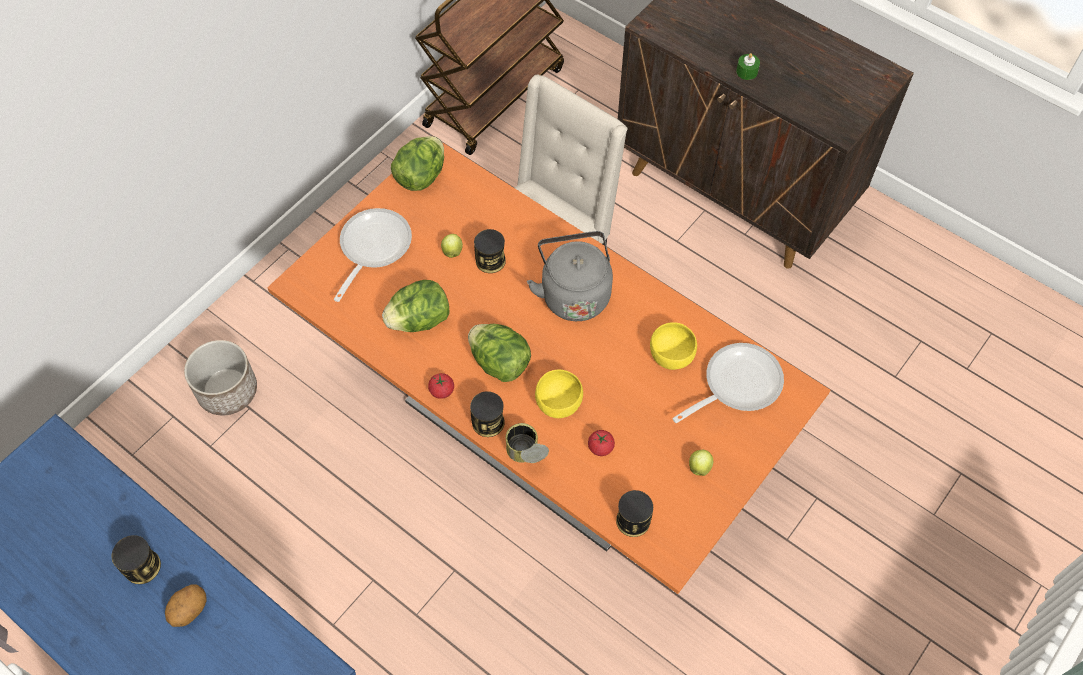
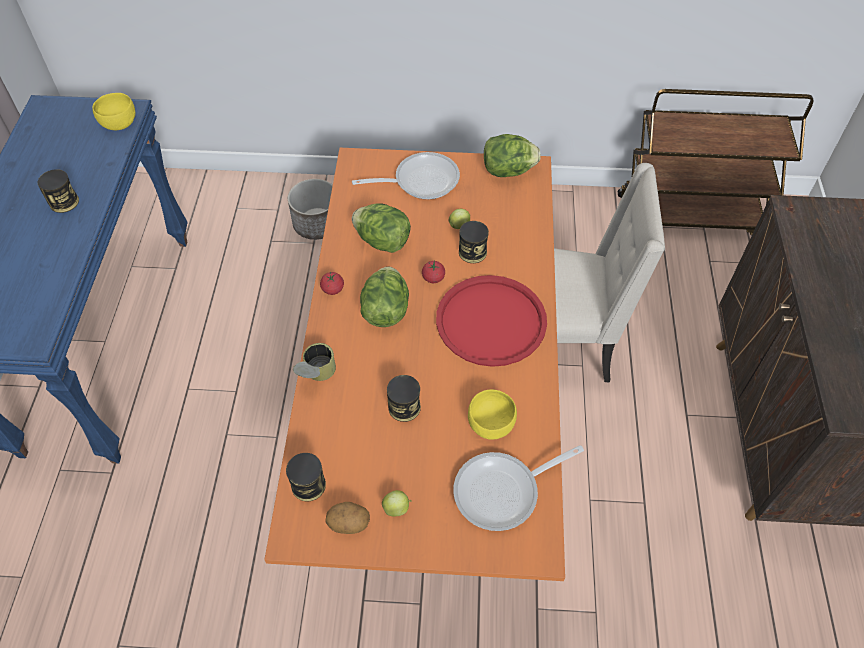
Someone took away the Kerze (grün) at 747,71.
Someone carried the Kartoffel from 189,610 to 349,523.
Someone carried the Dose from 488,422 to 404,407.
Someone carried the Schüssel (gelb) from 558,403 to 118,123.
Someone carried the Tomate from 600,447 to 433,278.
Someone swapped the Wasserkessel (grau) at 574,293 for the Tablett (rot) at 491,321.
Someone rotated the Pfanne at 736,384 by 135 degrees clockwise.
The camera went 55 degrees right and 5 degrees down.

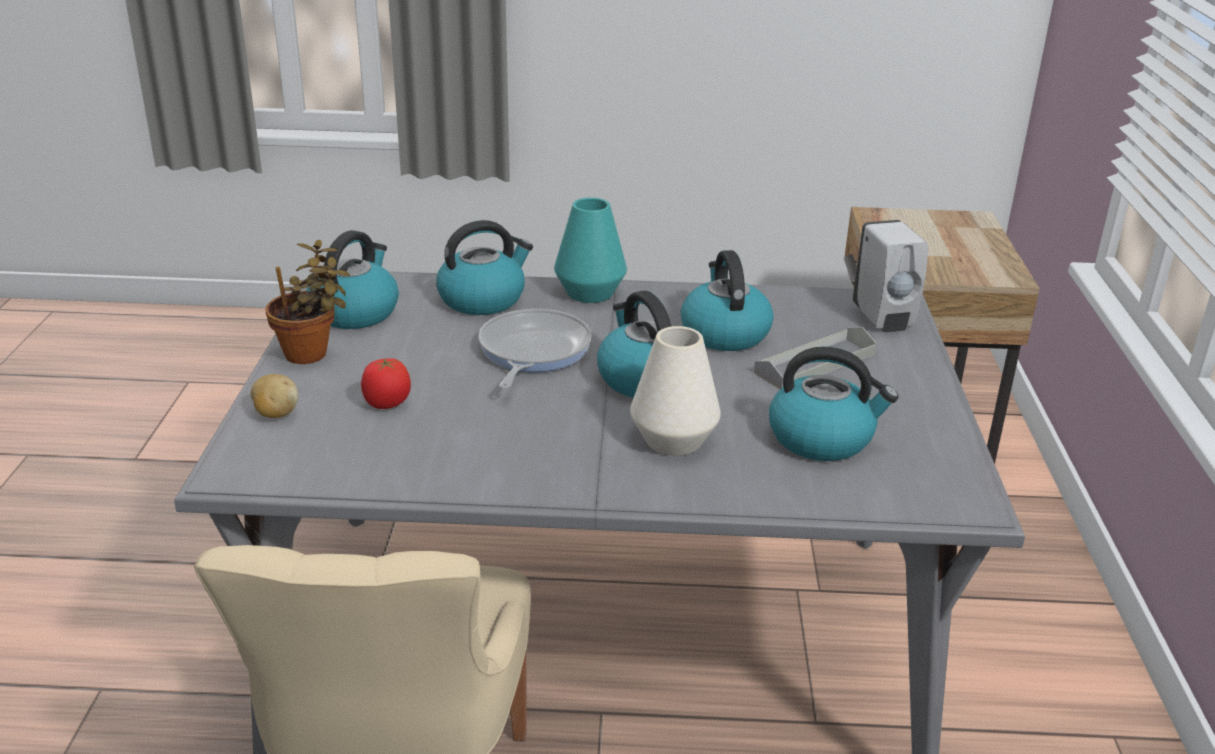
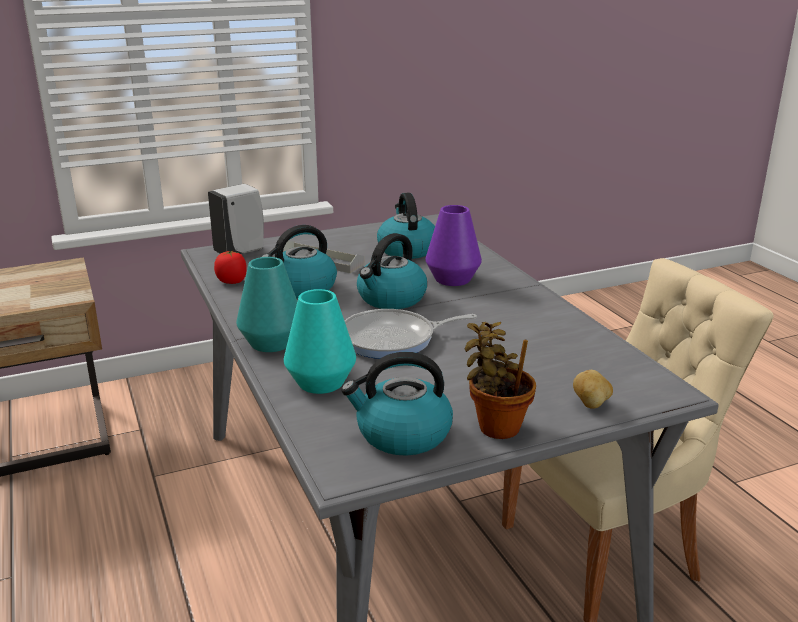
Someone carried the Tomate from 387,403 to 232,281.
Someone swapped the Wasserkessel at 483,299 for the Vase (türkis) at 321,382.
Someone repainted the Vase (weiß) at 673,440, which became the Vase (lila) at 452,279.
The camera went 115 degrees left and 5 degrees down.

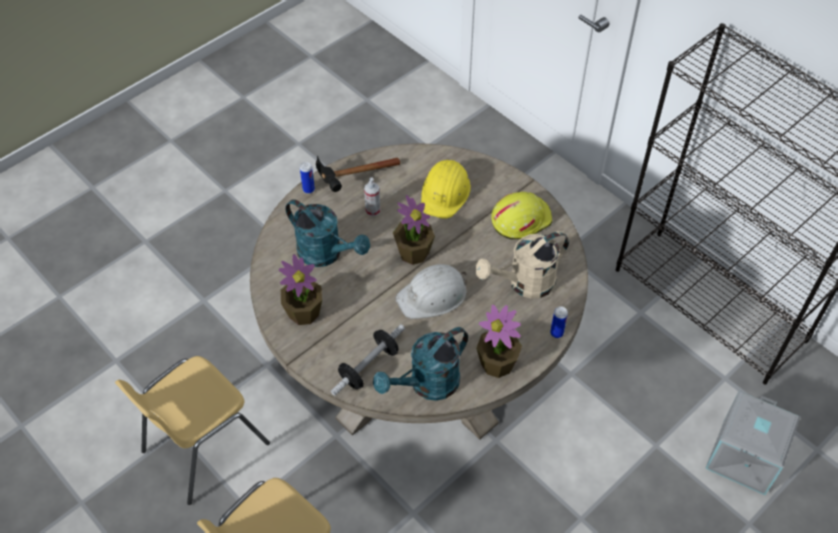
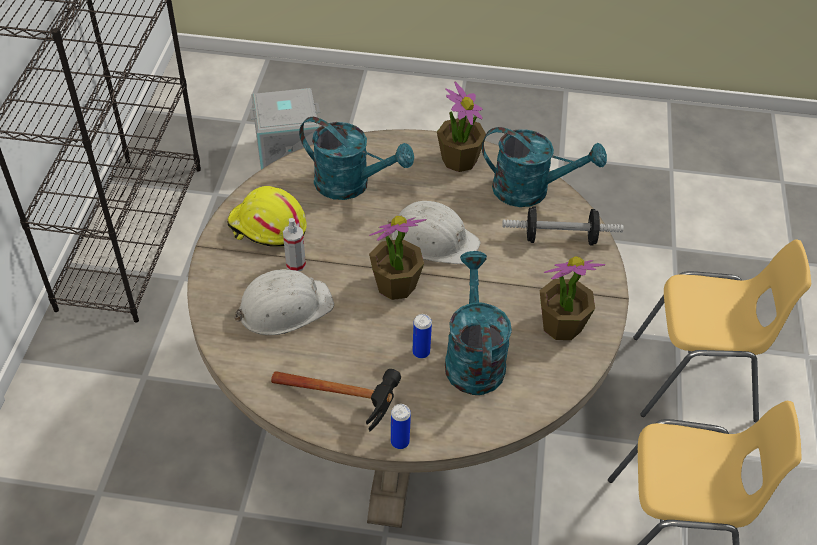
Someone carried the Sprühflasche from 373,210 to 295,264.
Someone carried the Dose from 556,333 to 421,352.
Someone repainted the Schutzhelm (gelb) at 445,192, which became the Schutzhelm (weiß) at 284,307.
Someone repainted the Gießkanne (beige) at 524,284, which became the Gießkanne (türkis) at 351,185.
The camera went 130 degrees left and 5 degrees down.

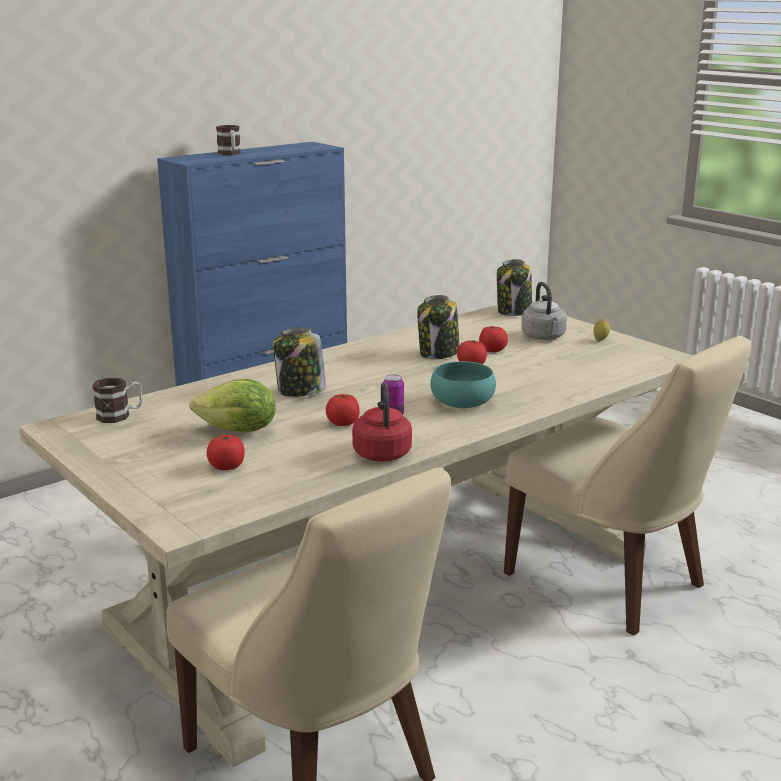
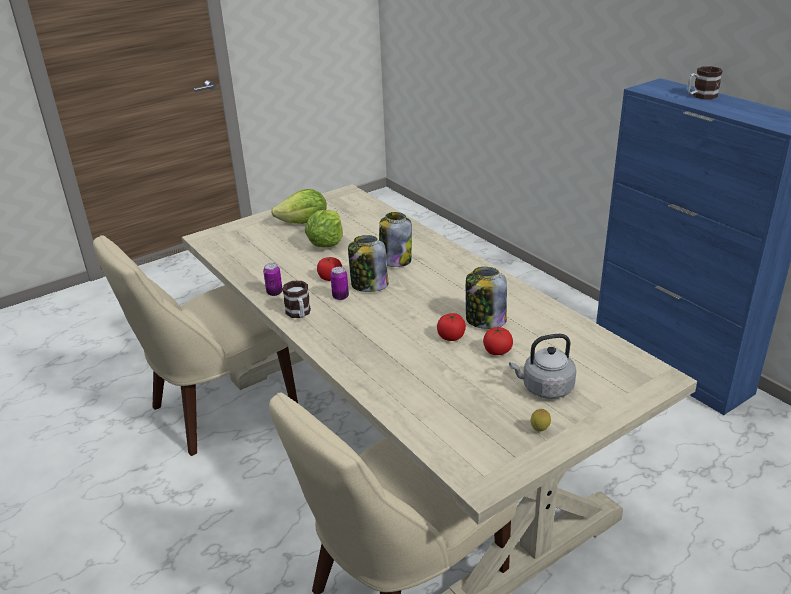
Someone took away the Tomate at 227,466.
Someone took away the Schüssel (türkis) at 462,402.
Someone put down the Salatkopf at 304,223.
Someone carried the Henkelbecher from 120,415 to 299,314.
Someone carried the Vorratsglas from 514,311 to 369,285.
Someone swapped the Wasserkessel (rot) at 382,452 for the Dose at 274,292.
The camera went 95 degrees right and 10 degrees up.

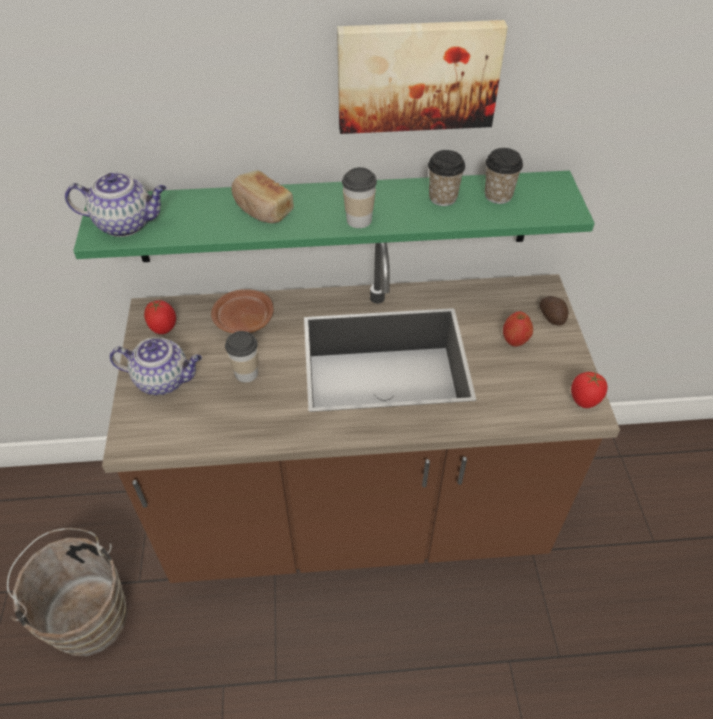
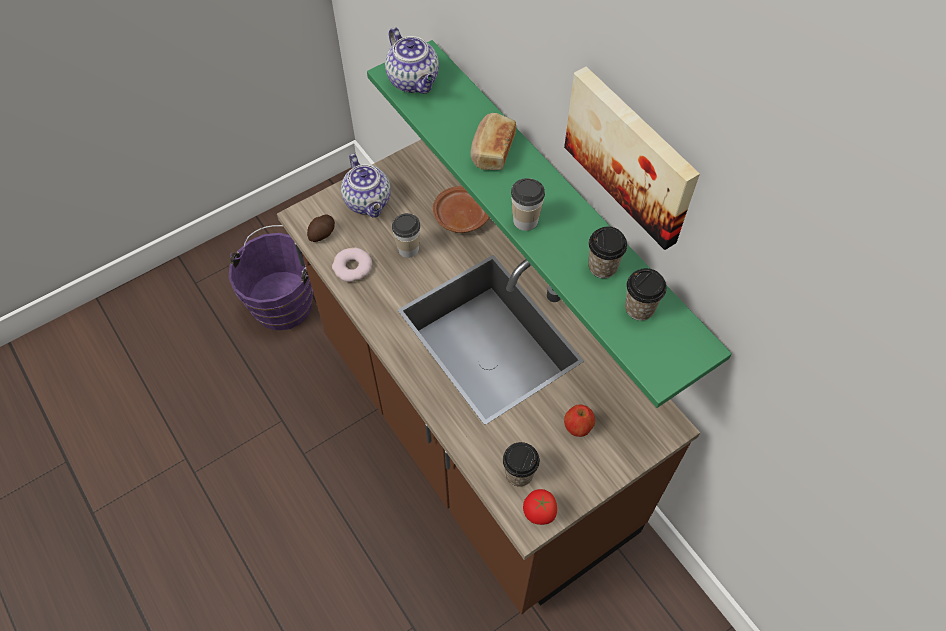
Someone took away the Tomate at 164,329.
Someone put down the Donut at 352,267.
Someone put down the Tasse at 519,473.
Someone carried the Kartoffel from 552,316 to 323,233.
Someone repainted the Eimer (braun) at 87,614, which became the Eimer (lila) at 285,300.
The camera went 60 degrees right and 10 degrees up.

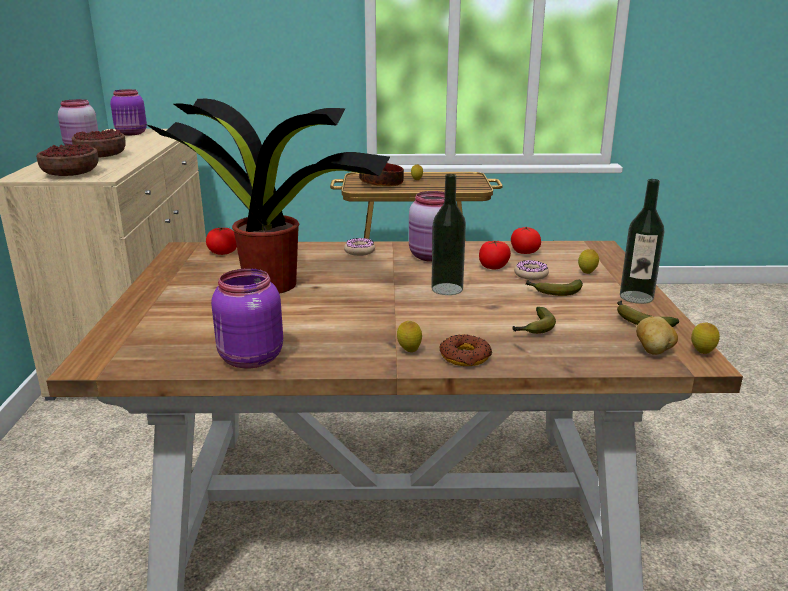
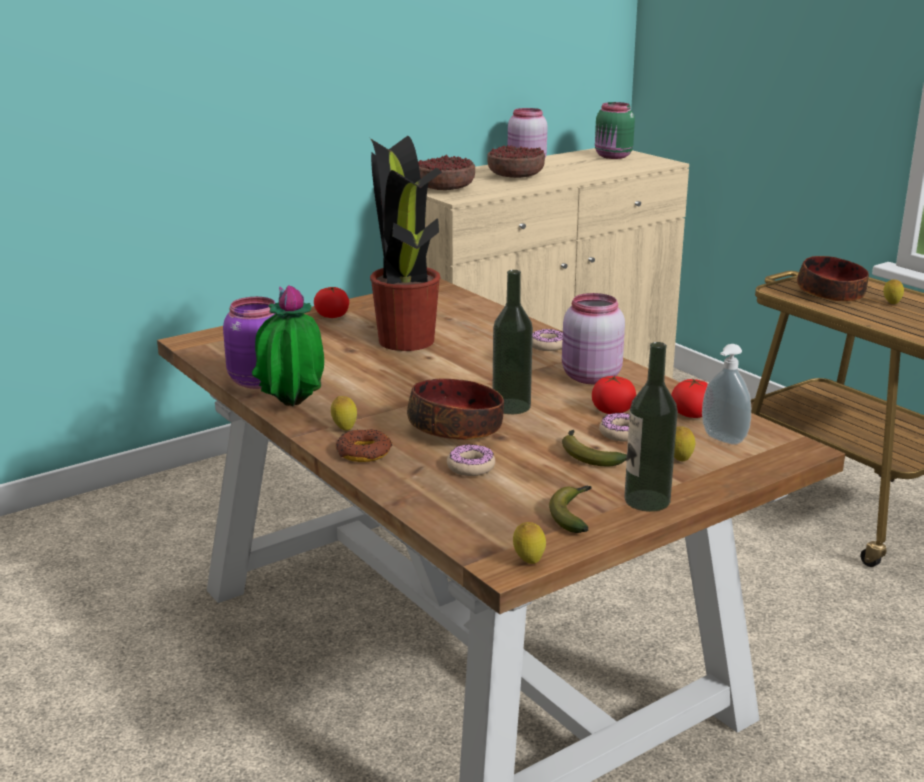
Someone took away the Kartoffel at 653,351.
Someone put down the Topfpflanze at 292,409.
Someone put down the Schüssel at 456,429.
Someone put down the Seifenspender at 722,440.
Someone carried the Tomate from 223,252 to 332,316.
Someone swapped the Banane at 534,329 for the Donut at 470,467.
Someone repainted the Vorratsglas (lila) at 132,133, which became the Vorratsglas (grün) at 613,156.
The camera went 55 degrees right and 0 degrees up.

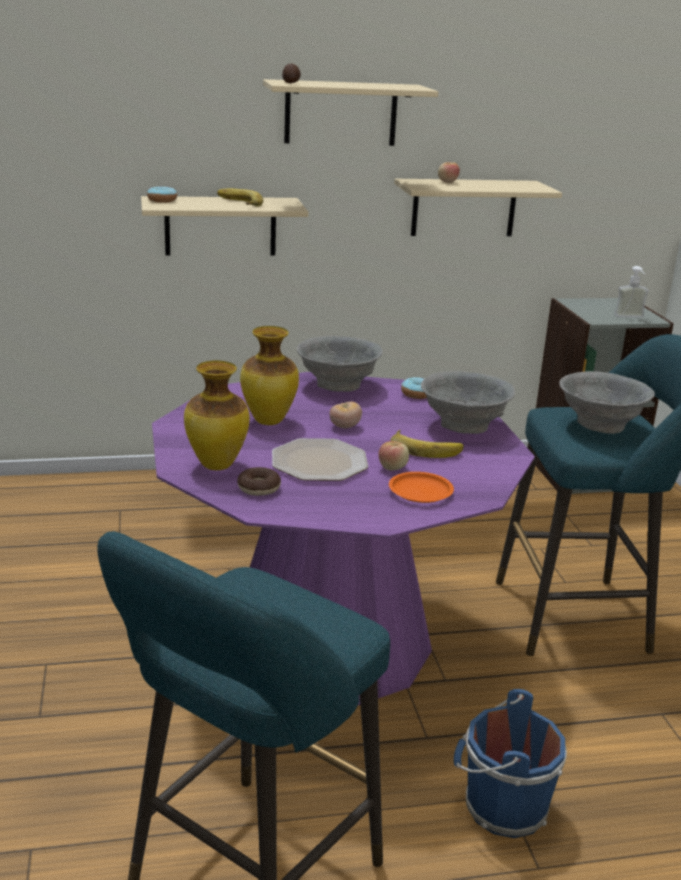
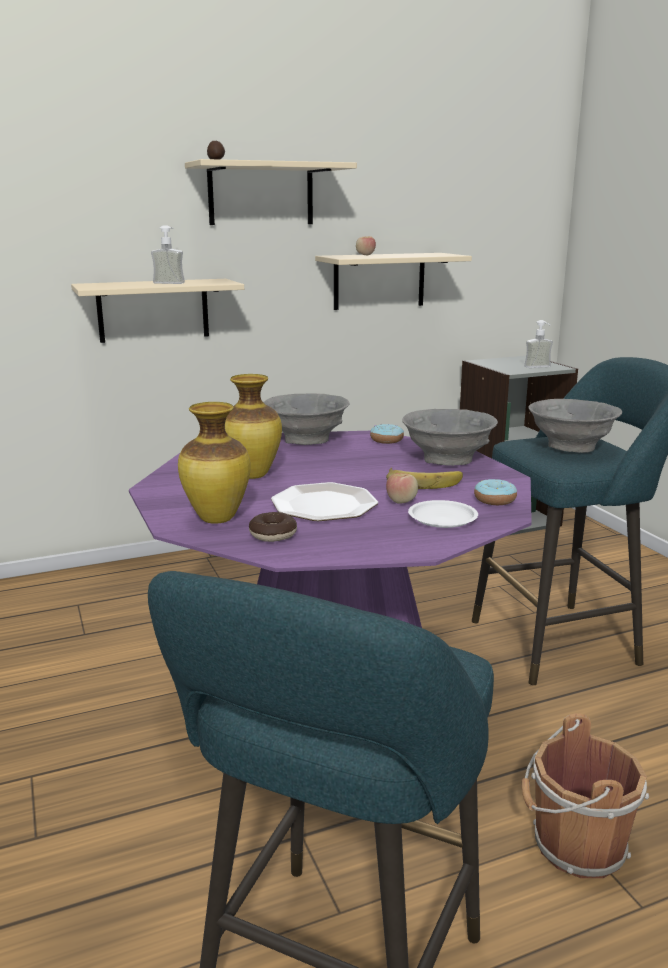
Someone took away the Tomate at 345,427.
Someone carried the Donut from 162,200 to 494,500.
Someone swapped the Banane at 237,202 for the Seifenspender at 171,282.
Someone repainted the Teller (orange) at 421,491, which became the Teller (weiß) at 443,518.
Someone repainted the Eimer (blau) at 501,807, which became the Eimer (braun) at 575,846.
The camera went 10 degrees left and 5 degrees down.

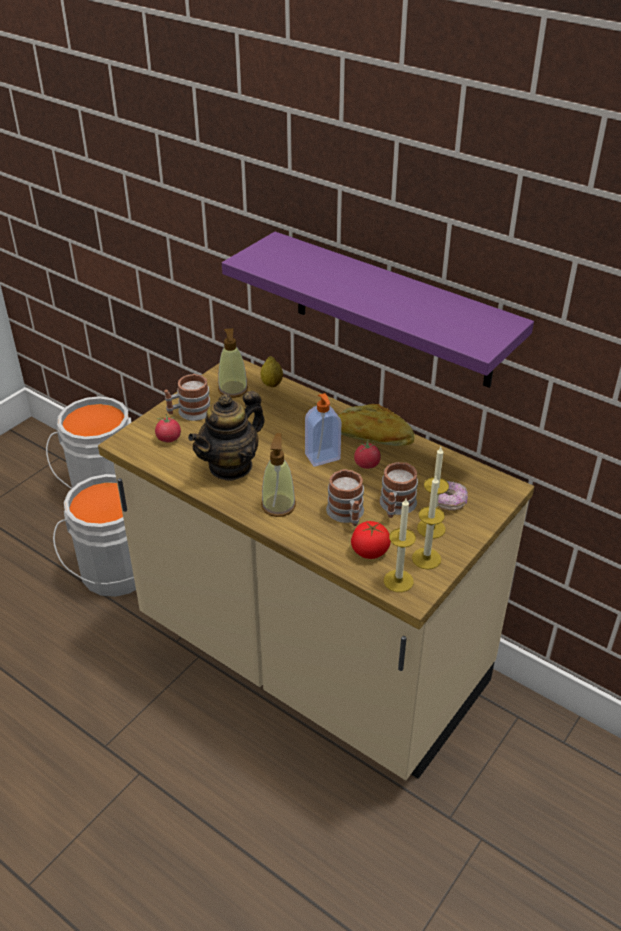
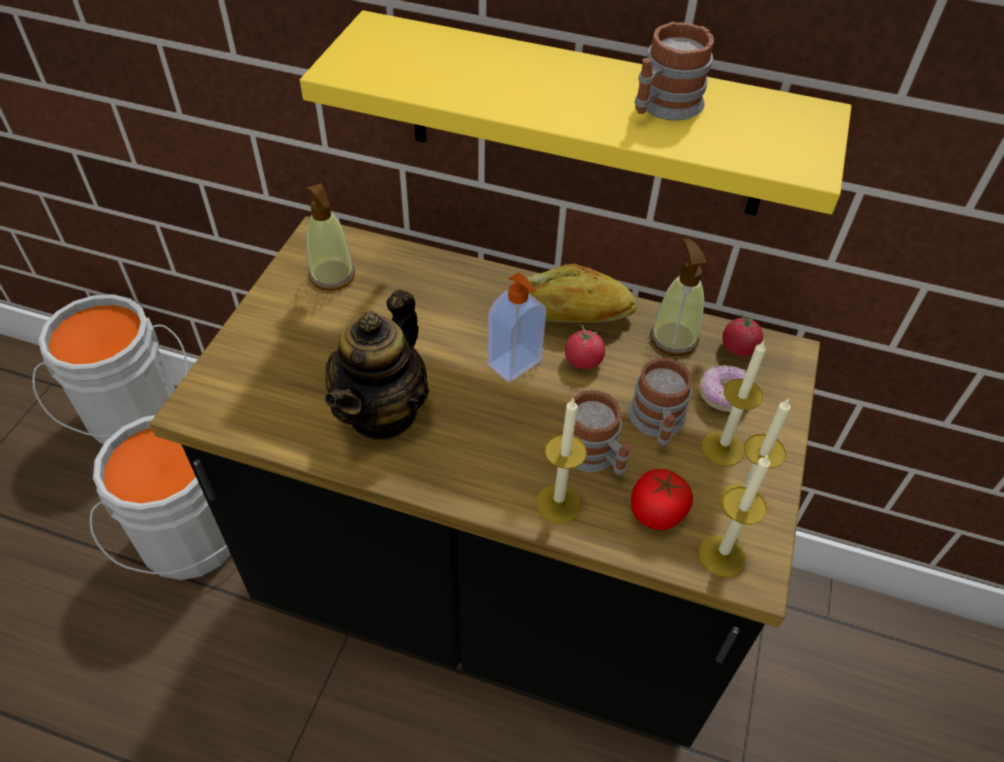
Someone took away the Zitrone at 272,384.
Someone put down the Kerze at 558,504.
Someone carried the Tomate from 169,438 to 738,348.
Someone carried the Henkelbecher from 189,413 to 663,107.
Someone carried the Seifenspender from 278,505 to 673,338.
Someone repainted the Küchenzeile (beige) at 310,658, which became the Küchenzeile (schwarz) at 494,593.
Someone repainted the Wandregal (lila) at 392,310, which became the Wandregal (gelb) at 586,117.
The camera went 20 degrees left and 10 degrees up.

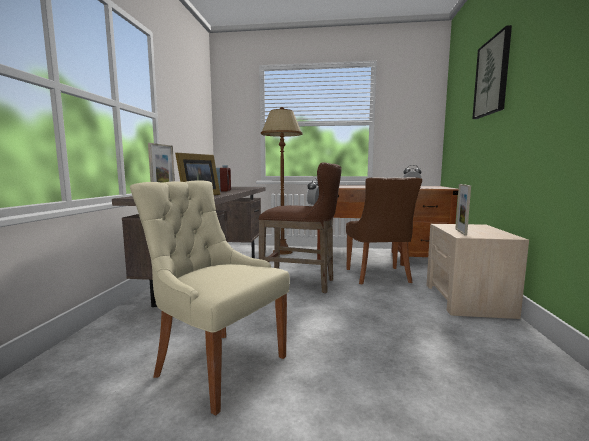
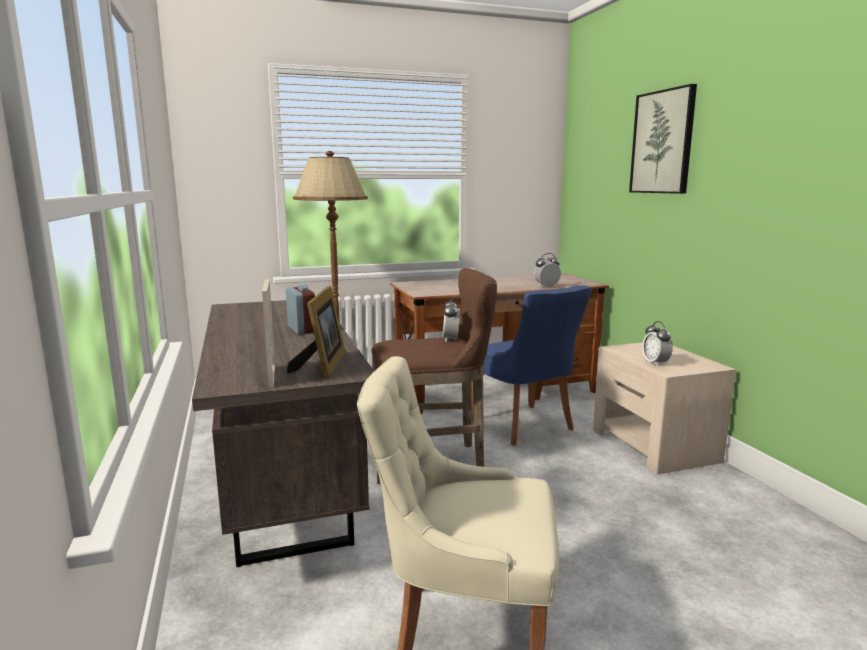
Someone swapped the Bilderrahmen at 460,232 for the Wecker at 655,363.
Someone repainted the Stuhl (braun) at 379,276, which became the Stuhl (blau) at 524,426.
The camera went 25 degrees left and 5 degrees up.

